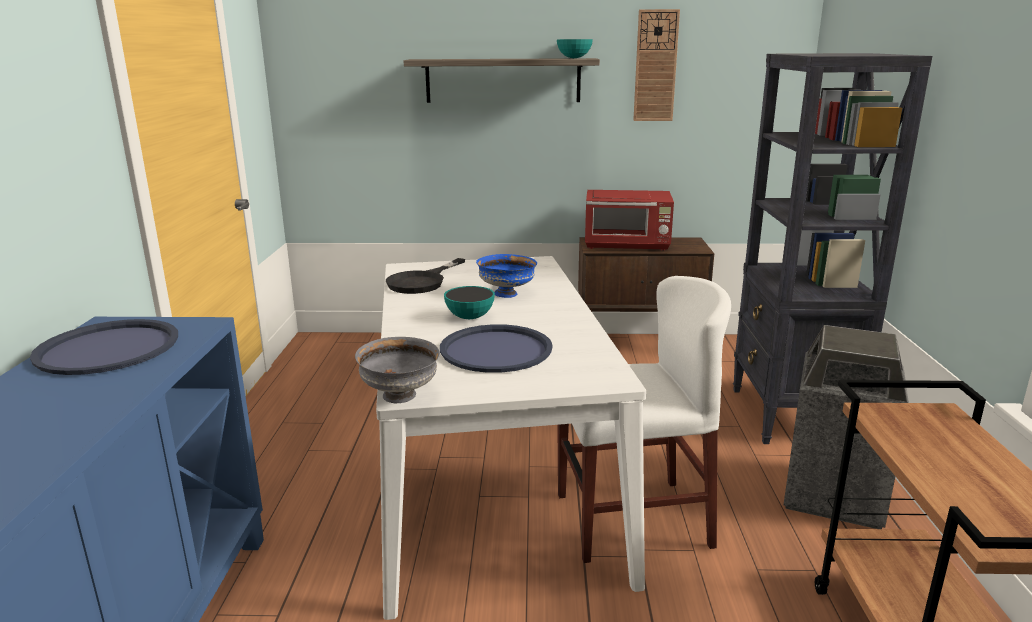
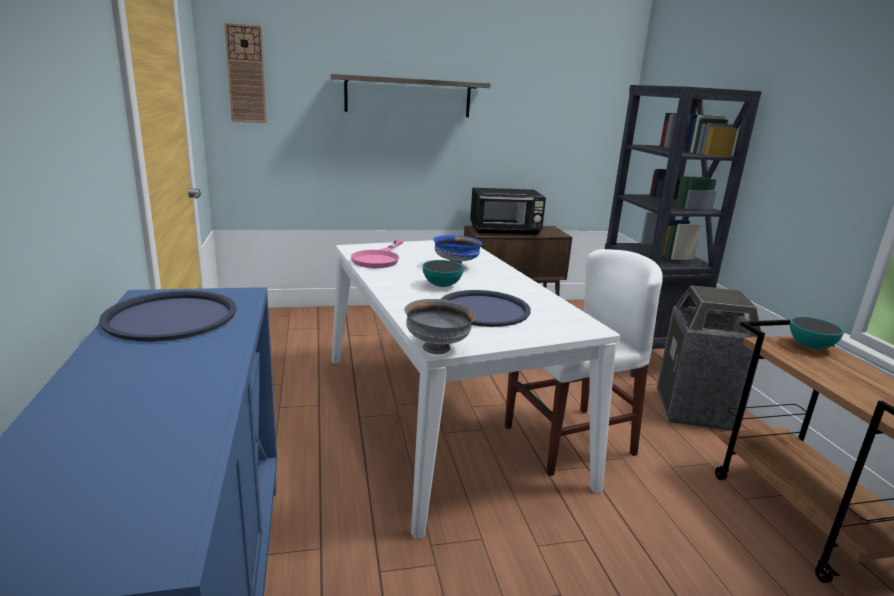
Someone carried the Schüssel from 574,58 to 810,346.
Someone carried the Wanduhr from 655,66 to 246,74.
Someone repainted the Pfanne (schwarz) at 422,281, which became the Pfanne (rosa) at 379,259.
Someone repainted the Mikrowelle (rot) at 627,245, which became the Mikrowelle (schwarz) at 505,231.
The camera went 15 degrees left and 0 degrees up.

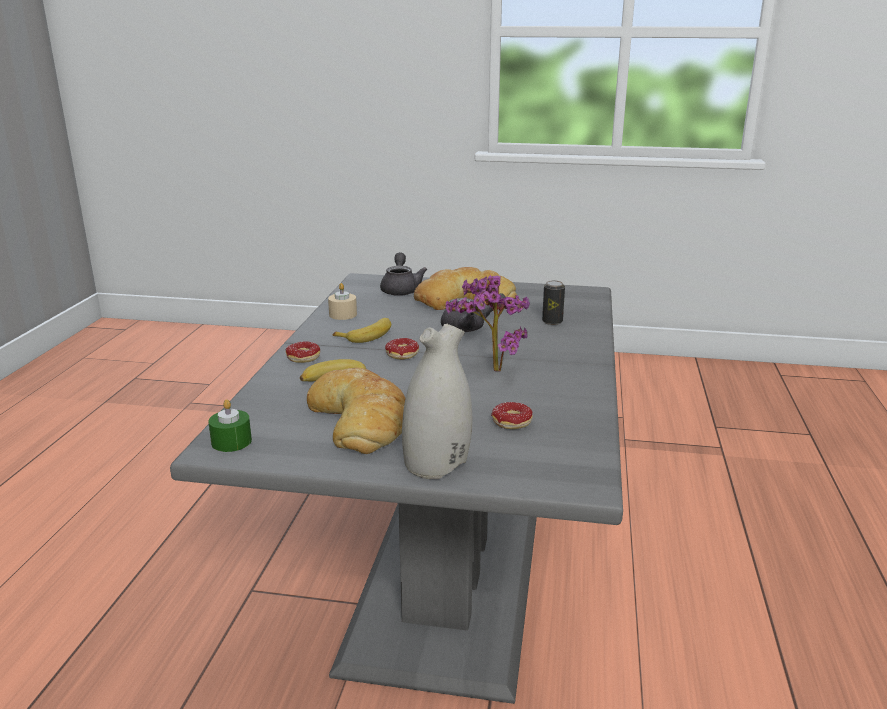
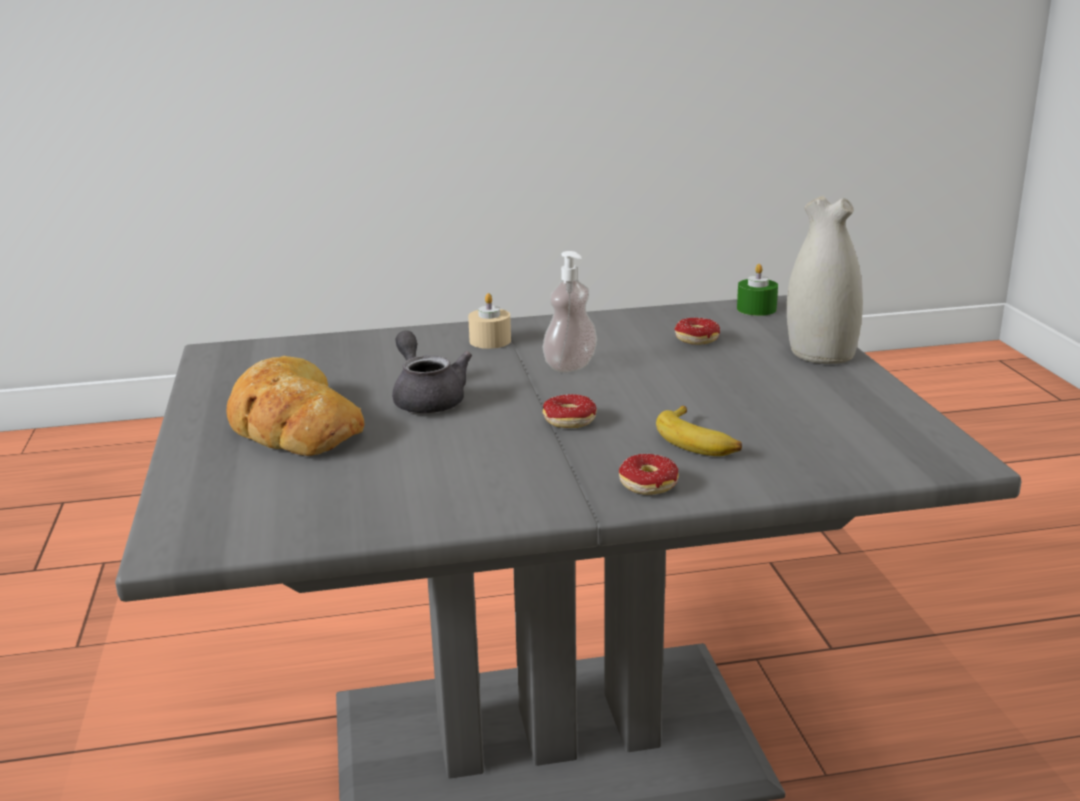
Someone took away the Brot at 361,419.
Someone took away the Banane at 367,335.
Someone took away the Teekanne (grau) at 401,289.
Someone took away the Dose at 552,322.
Someone carried the Kerze (grün) from 231,441 to 756,309.
Someone carried the Kerze (beige) from 343,314 to 490,341.
Someone swapped the Topfpflanze at 490,369 for the Seifenspender at 570,366.
The camera went 110 degrees left and 0 degrees up.

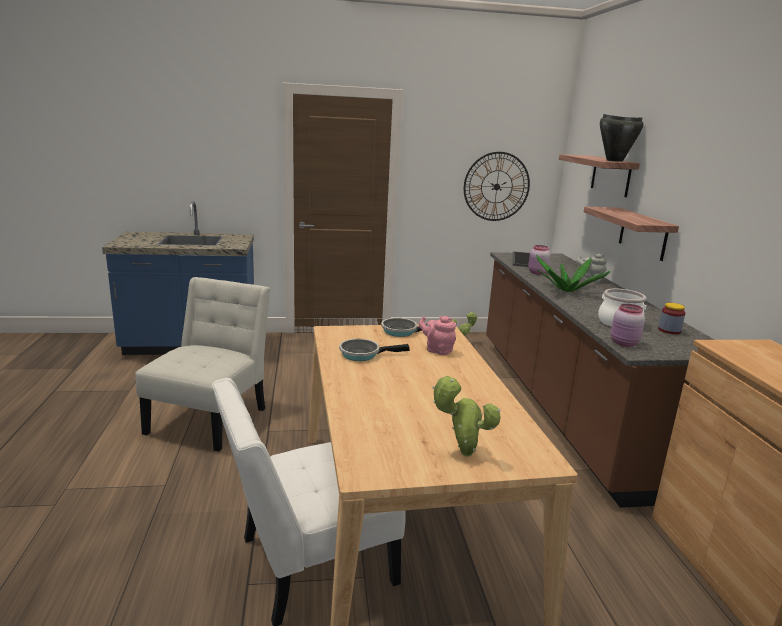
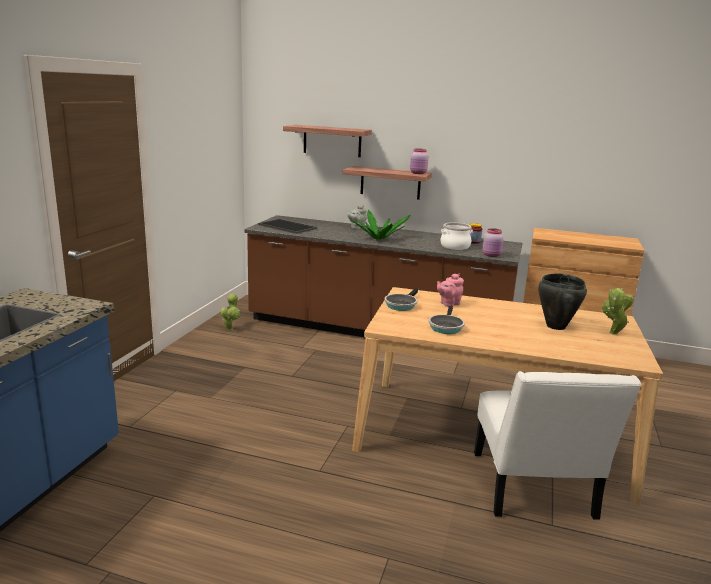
Someone took away the Stuhl (weiß) at 211,418.
Someone took away the Wanduhr at 496,186.
Someone carried the Vorratsglas (rosa) from 537,272 to 418,173.
Someone carried the Kochtopf (schwarz) from 614,160 to 555,326.
The camera went 65 degrees left and 0 degrees up.

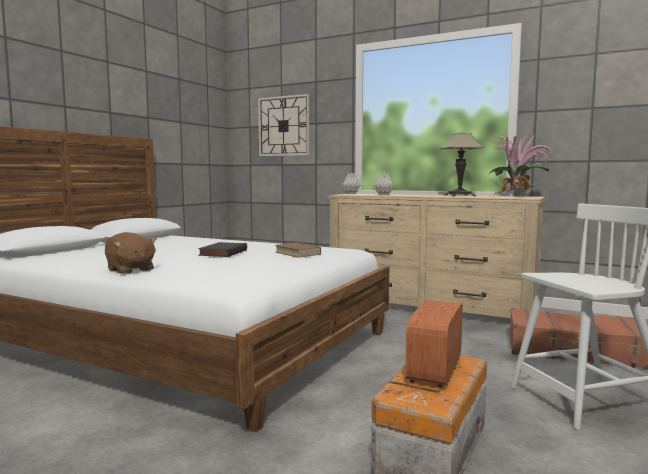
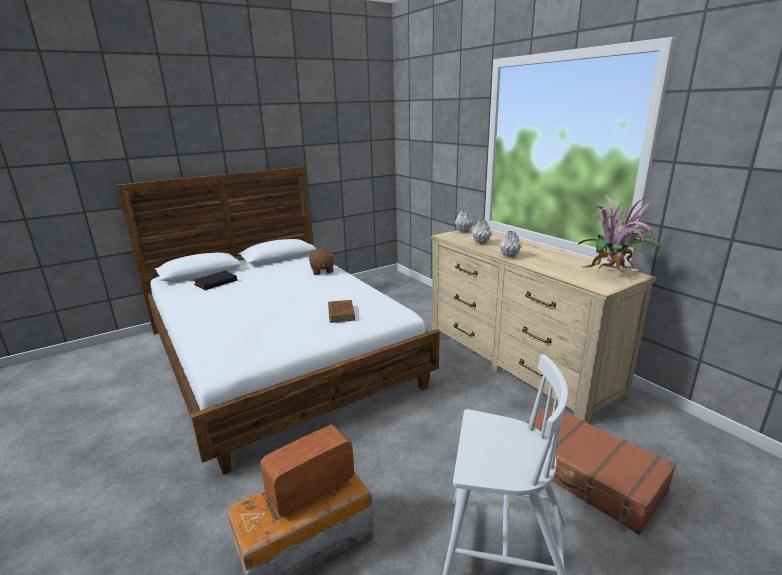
Someone took away the Wanduhr at 284,126.
Someone took away the Tischlampe at 459,195.
Someone put down the Vase (grau) at 509,256.
Someone carried the Plüschtier (braun) from 130,270 to 322,270.
Someone carried the Buch (schwarz) from 222,252 to 215,282.
The camera went 30 degrees right and 15 degrees up.

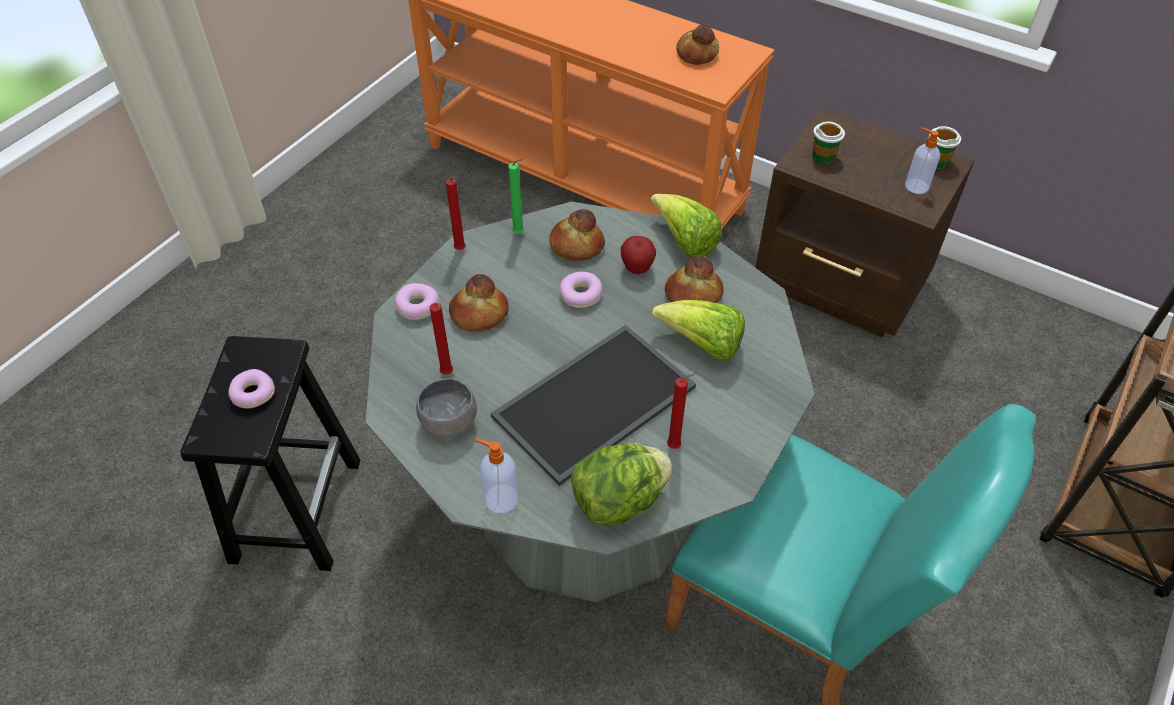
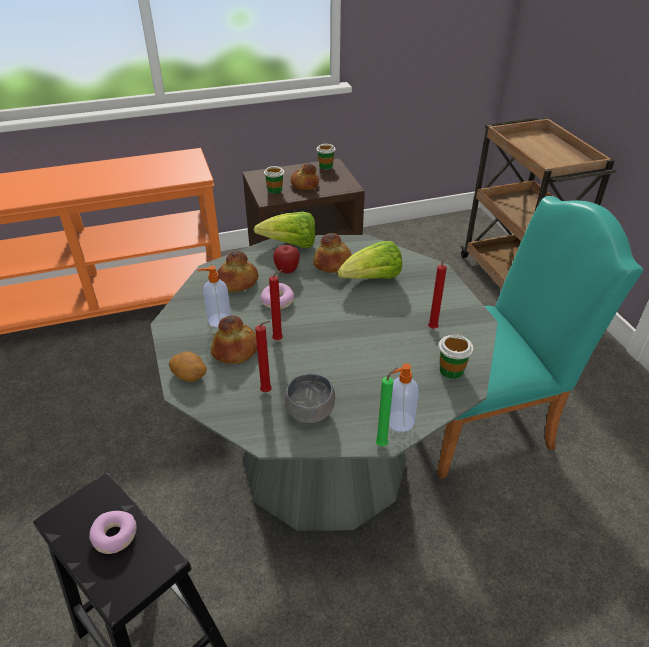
Someone took away the Tablett at 594,399.
Someone carried the Kerze (rot) from 461,250 to 279,340.
Someone carried the Kerze (grün) from 520,234 to 383,444.
Someone carried the Brot from 696,54 to 304,184.
Someone carried the Seifenspender from 915,186 to 218,320.
Someone swapped the Donut at 417,307 for the Kartoffel at 190,375.
Someone swapped the Salatkopf at 619,501 for the Tasse at 451,370.
The camera went 50 degrees left and 10 degrees down.

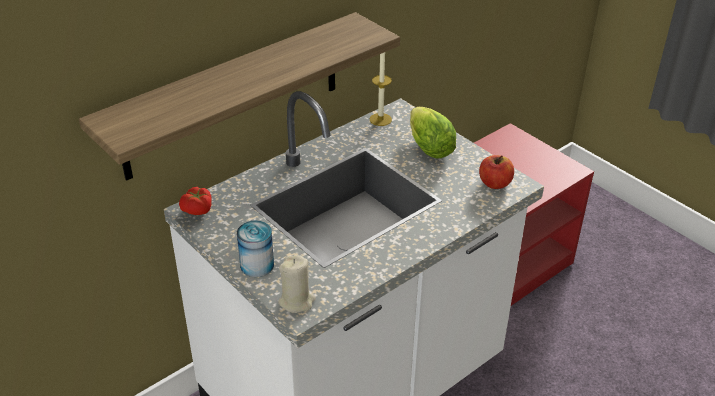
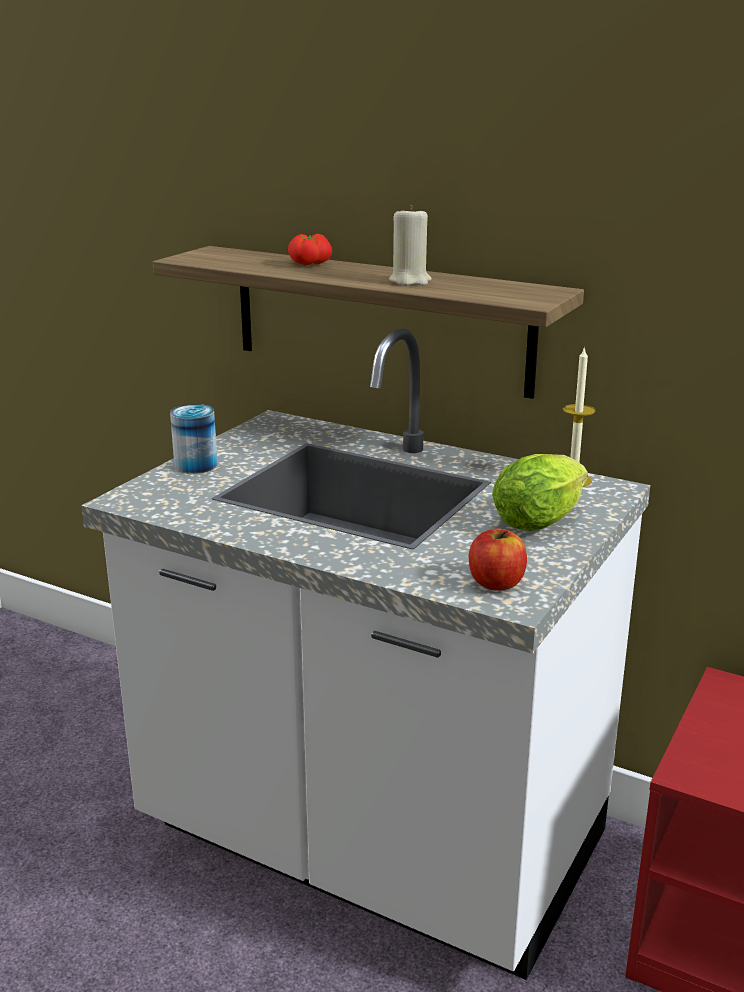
Someone carried the Tomate from 198,210 to 308,264.
Someone carried the Kerze (beige) from 297,301 to 410,281.
The camera went 70 degrees right and 15 degrees down.

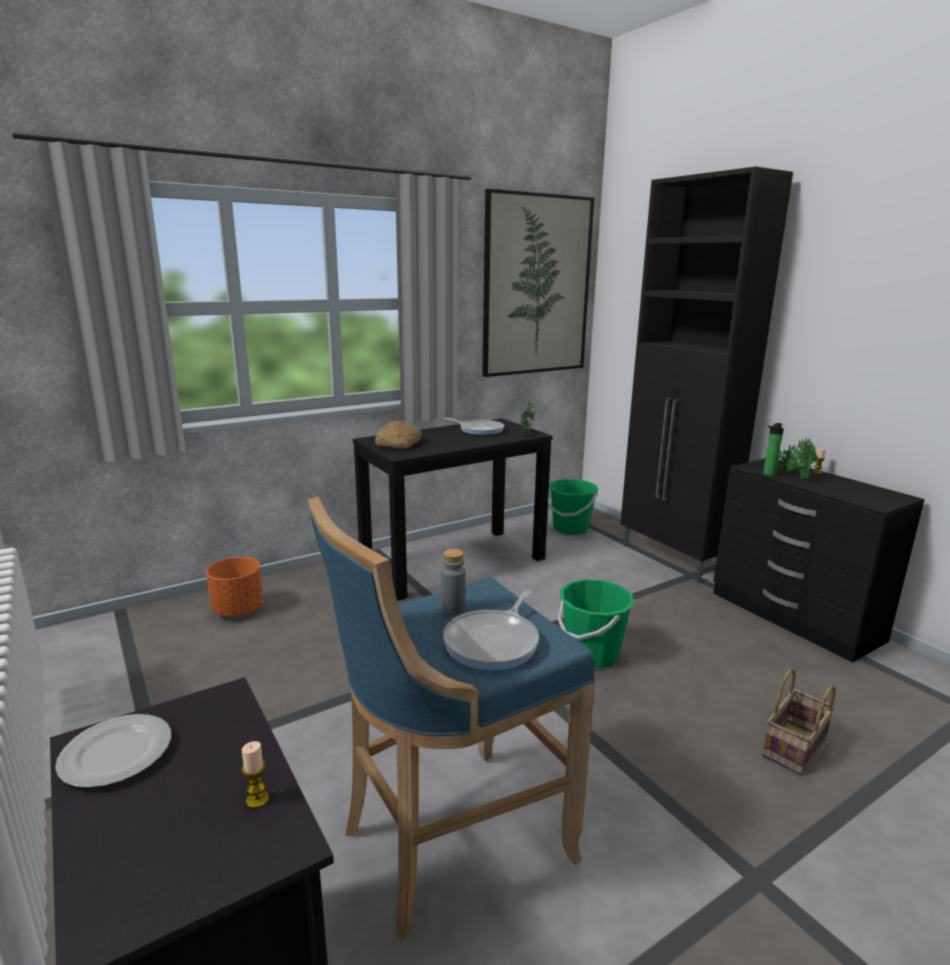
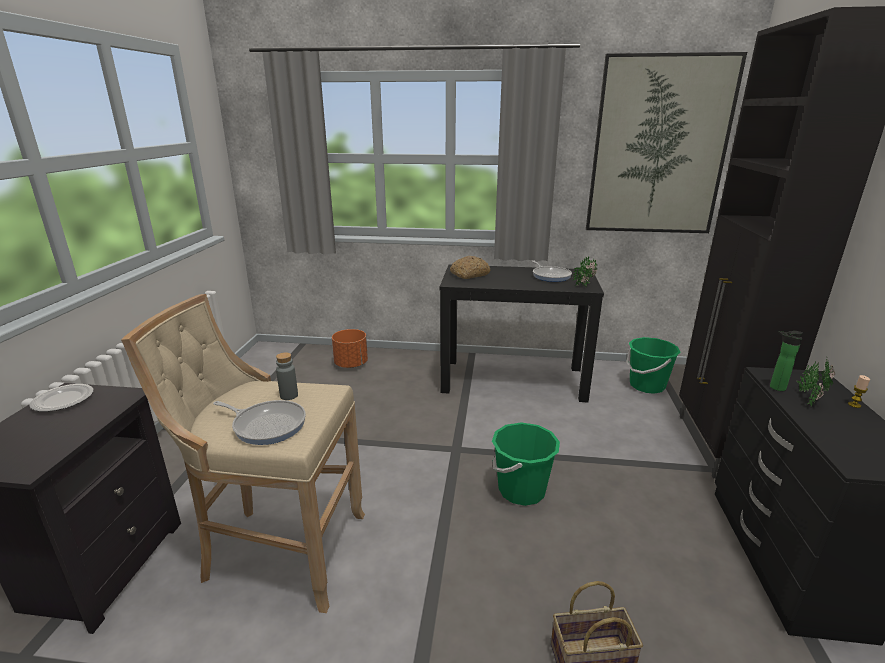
Someone took away the Kerze at 257,799.
Someone repainted the Hocker (blau) at 448,842, which became the Hocker (beige) at 280,550.
Someone rotated the Pfanne at 494,642 by 135 degrees counterclockwise.
The camera went 40 degrees right and 5 degrees up.

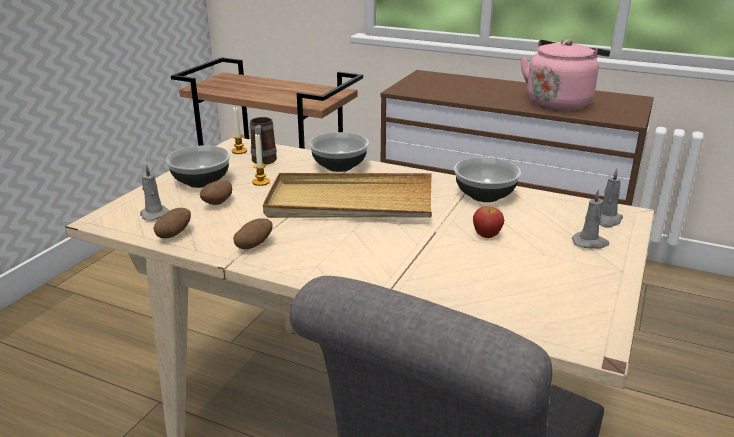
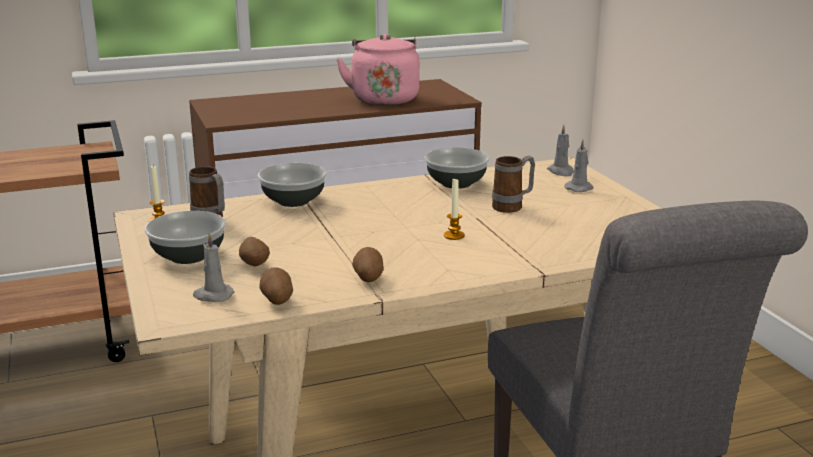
Someone took away the Tablett (beige) at 350,203.
Someone carried the Kerze from 261,182 to 454,236.
Someone swapped the Apfel at 486,235 for the Henkelbecher at 513,207.
The camera went 45 degrees left and 5 degrees down.

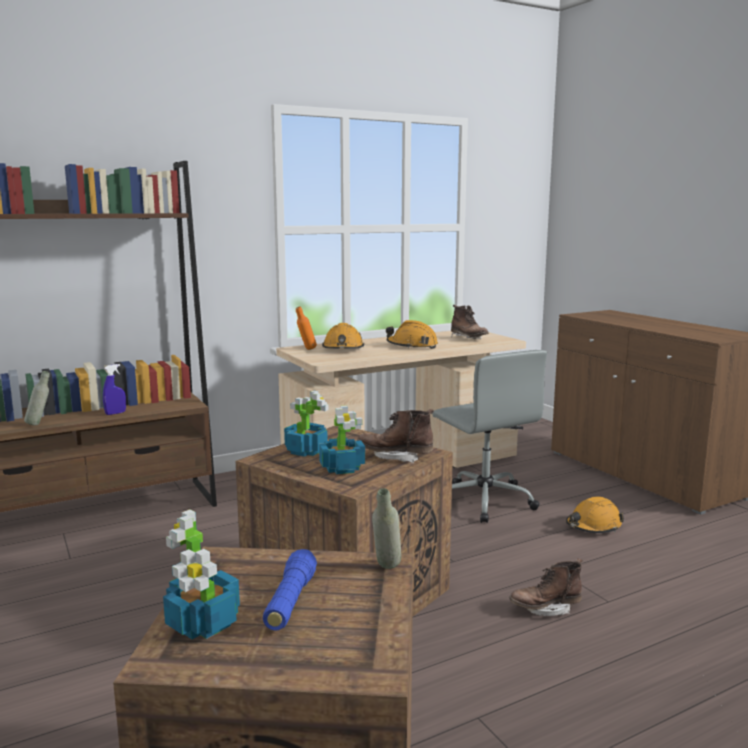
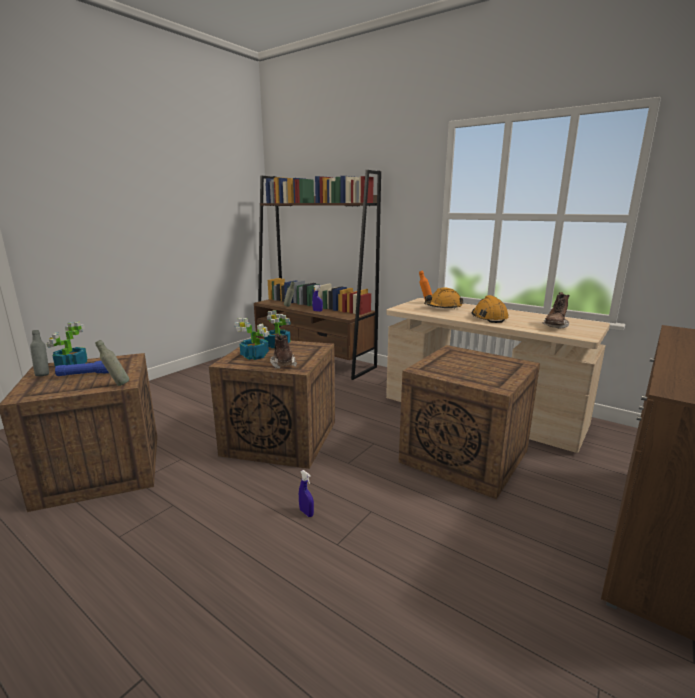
Someone took away the Schutzhelm (orange) at 593,526.
Someone put down the Flasche (grau) at 43,375.
Someone swapped the Bürostuhl (grau) at 483,500 for the Kiste at 462,456.
Someone swapped the Stiefel (braun) at 545,608 for the Sprühflasche (blau) at 306,513.
The camera went 65 degrees right and 5 degrees up.

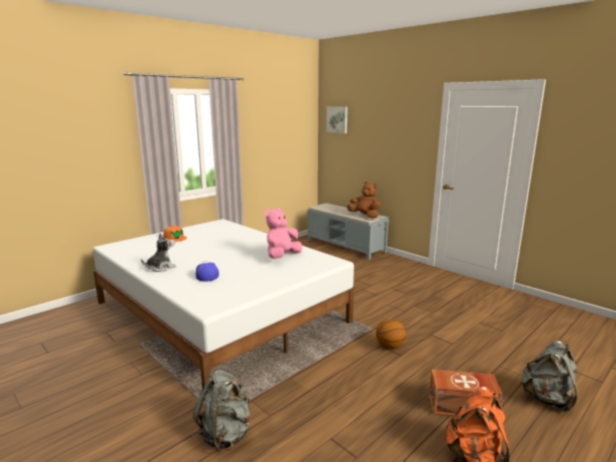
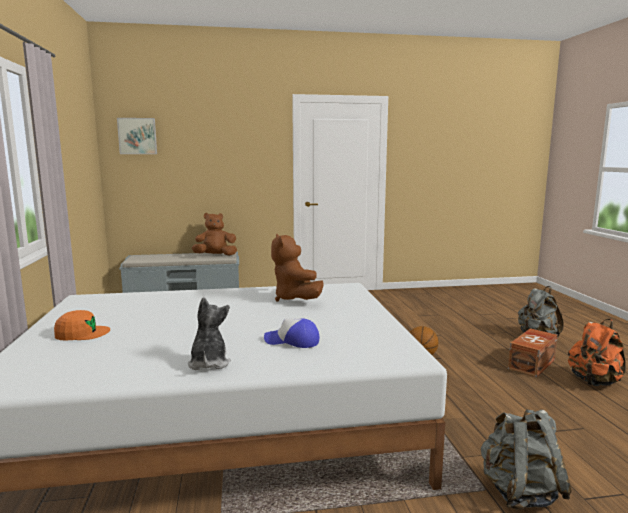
Someone repainted the Plüschtier (rosa) at 282,256, which became the Plüschtier (braun) at 295,299.
The camera went 55 degrees left and 5 degrees down.

